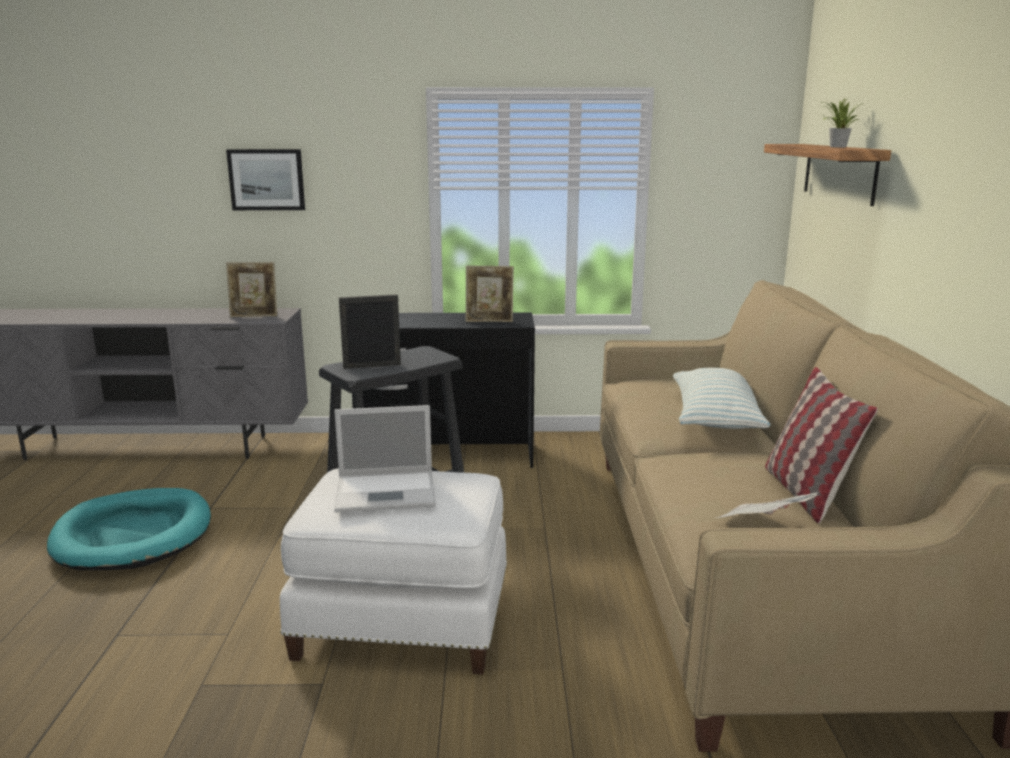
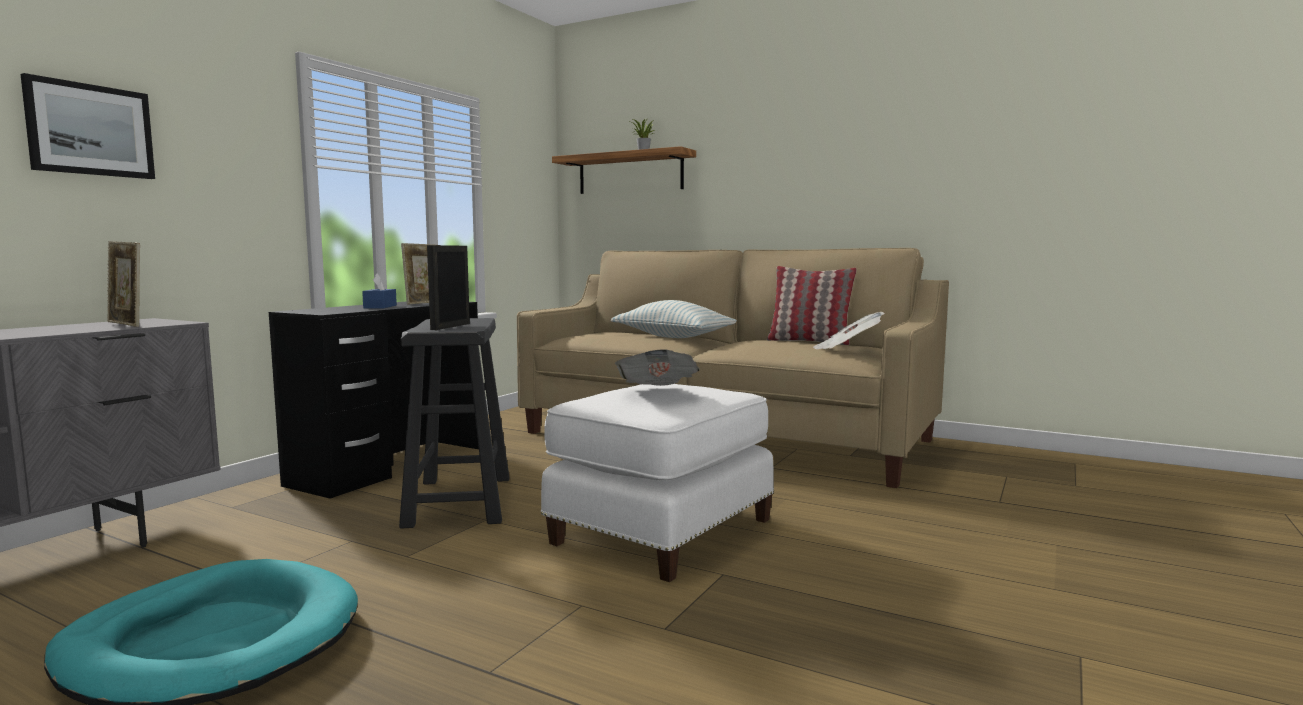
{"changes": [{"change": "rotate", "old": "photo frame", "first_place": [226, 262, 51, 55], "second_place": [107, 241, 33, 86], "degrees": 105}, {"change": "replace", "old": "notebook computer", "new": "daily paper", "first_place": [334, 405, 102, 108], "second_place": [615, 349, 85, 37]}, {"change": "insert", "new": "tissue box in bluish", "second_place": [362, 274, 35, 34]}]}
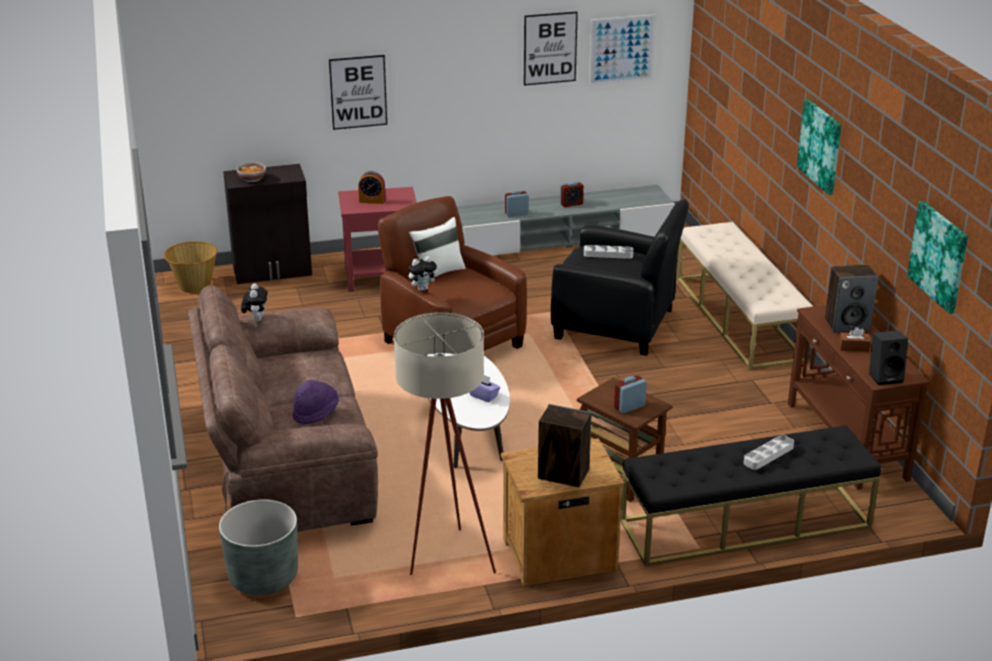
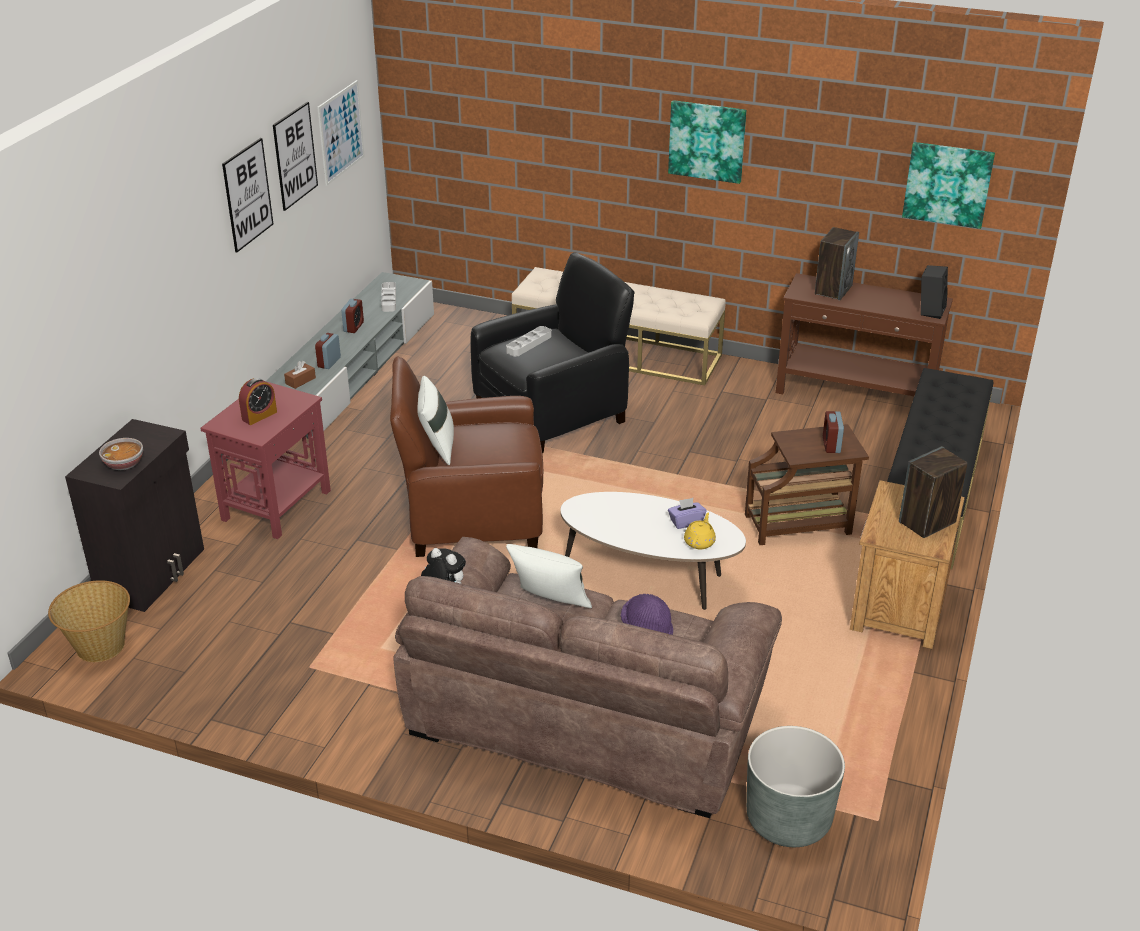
{"changes": [{"change": "move", "old": "wall art", "first_place": [329, 55, 58, 75], "second_place": [222, 138, 51, 114]}, {"change": "delete", "old": "soft toy", "first_place": [409, 256, 30, 35]}, {"change": "delete", "old": "standard lamp in beige-coloured", "first_place": [394, 312, 102, 263]}, {"change": "move", "old": "tissue box in brown-coloured", "first_place": [839, 327, 32, 25], "second_place": [284, 361, 32, 28]}, {"change": "move", "old": "carrying tray in grey", "first_place": [744, 435, 50, 35], "second_place": [381, 282, 15, 30]}, {"change": "insert", "new": "pot for tea in yellow-coloured", "second_place": [684, 512, 32, 38]}, {"change": "insert", "new": "throw pillow in white-coloured", "second_place": [506, 544, 86, 64]}]}
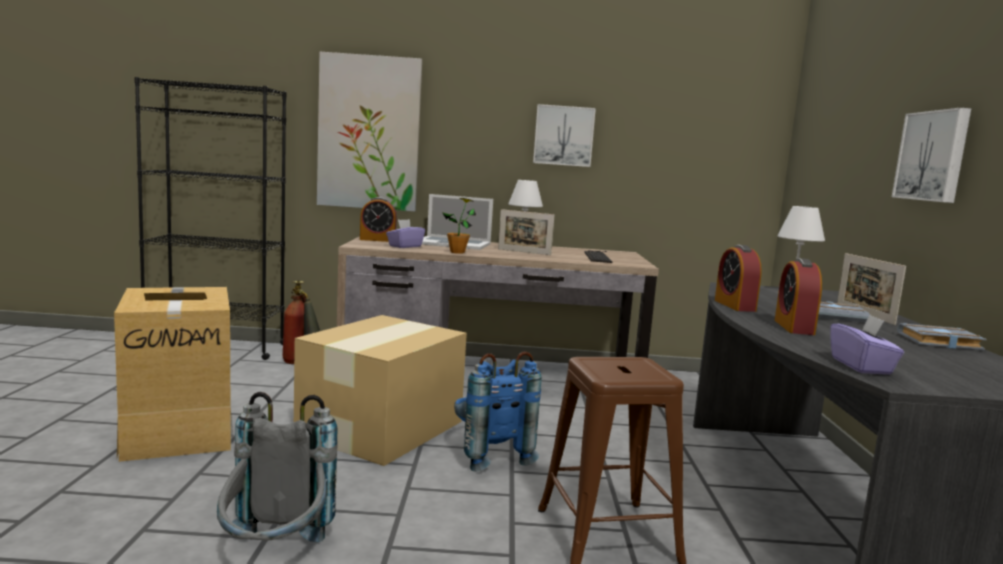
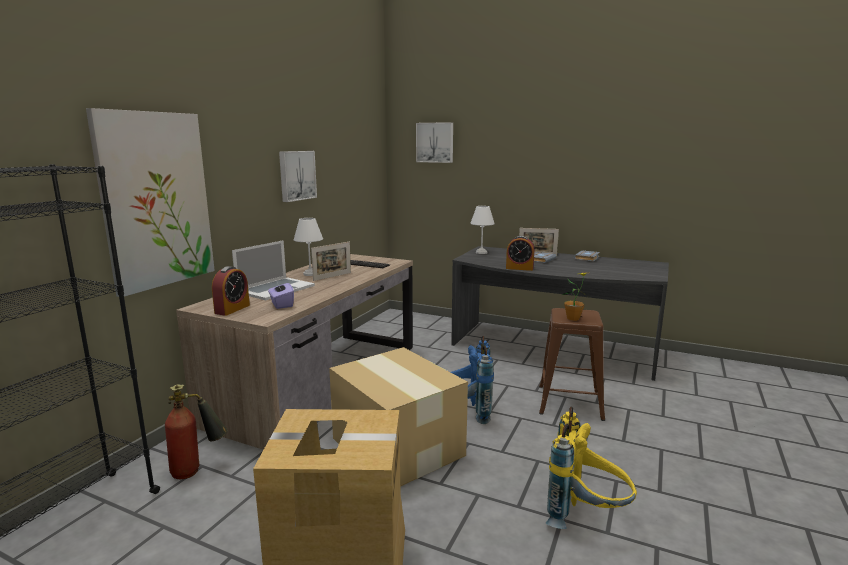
{"changes": [{"change": "move", "old": "wall art", "first_place": [892, 108, 79, 95], "second_place": [416, 122, 37, 41]}, {"change": "move", "old": "houseplant", "first_place": [442, 198, 34, 56], "second_place": [562, 272, 28, 49]}, {"change": "delete", "old": "alarm clock", "first_place": [774, 258, 48, 77]}, {"change": "delete", "old": "tissue box in purple", "first_place": [830, 315, 74, 60]}, {"change": "recolor", "old": "rucksack in grey", "new": "rucksack in yellow-coloured", "first_place": [217, 392, 121, 151], "second_place": [546, 407, 91, 122]}]}
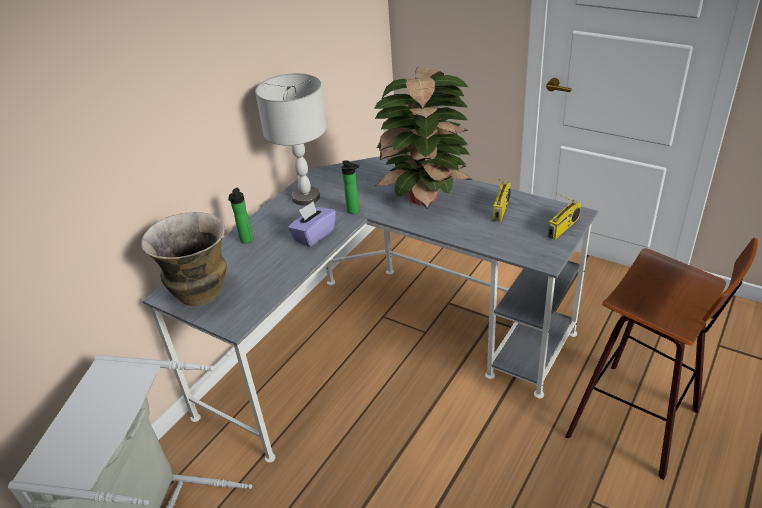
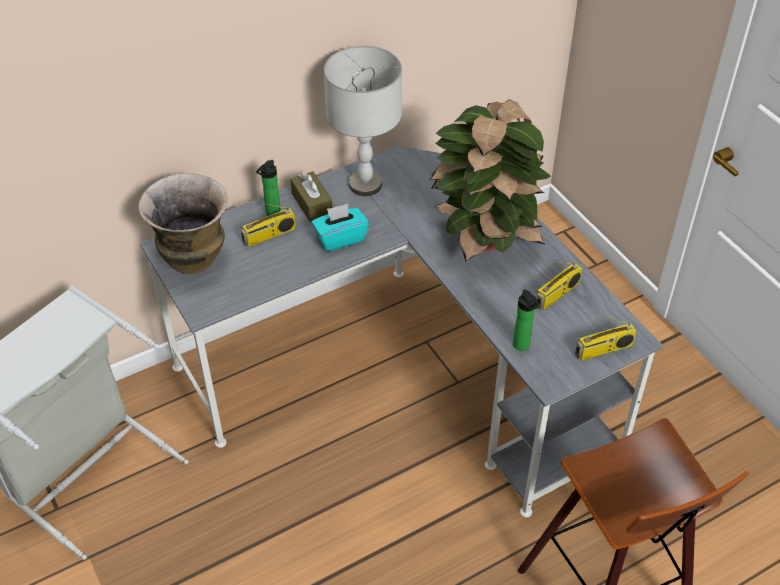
{"changes": [{"change": "move", "old": "bottle", "first_place": [342, 160, 18, 54], "second_place": [513, 290, 27, 61]}, {"change": "recolor", "old": "tissue box in purple", "new": "tissue box in blue-green", "first_place": [288, 201, 48, 46], "second_place": [311, 204, 58, 47]}, {"change": "insert", "new": "tissue box in brown-coloured", "second_place": [290, 171, 42, 51]}, {"change": "insert", "new": "radio receiver", "second_place": [241, 200, 55, 47]}]}
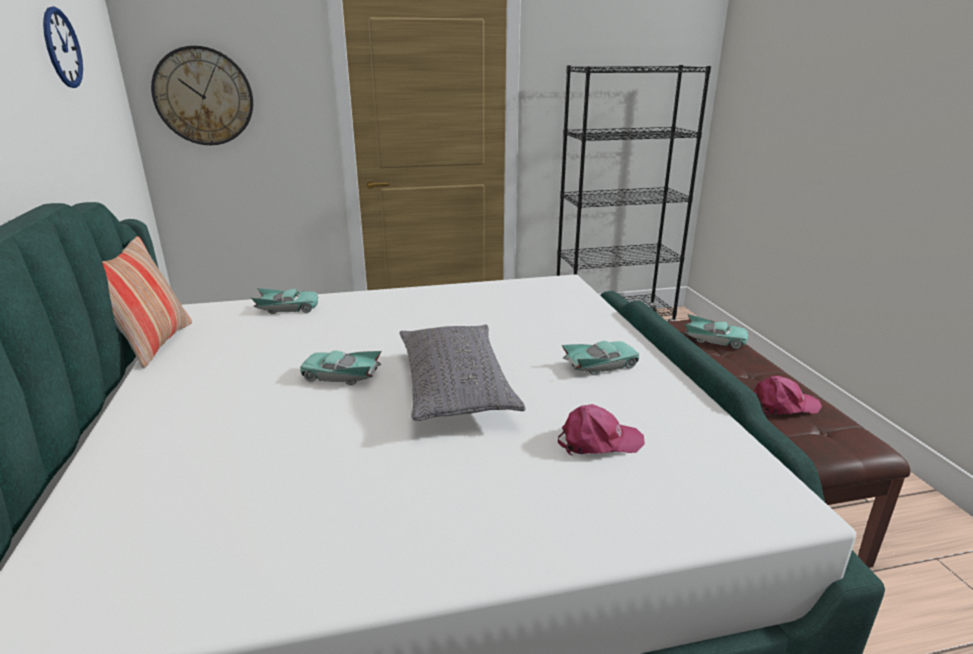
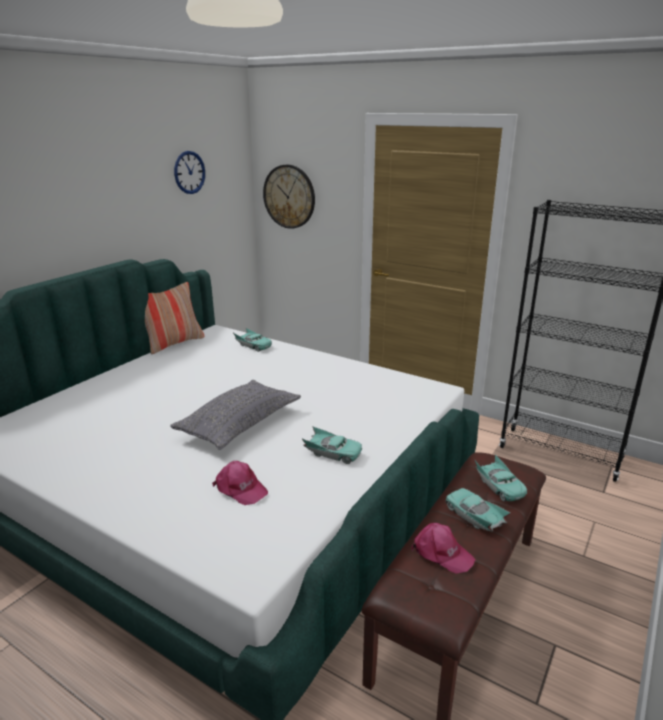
{"changes": [{"change": "move", "old": "toy car in blue-green", "first_place": [300, 351, 82, 34], "second_place": [446, 488, 64, 44]}]}
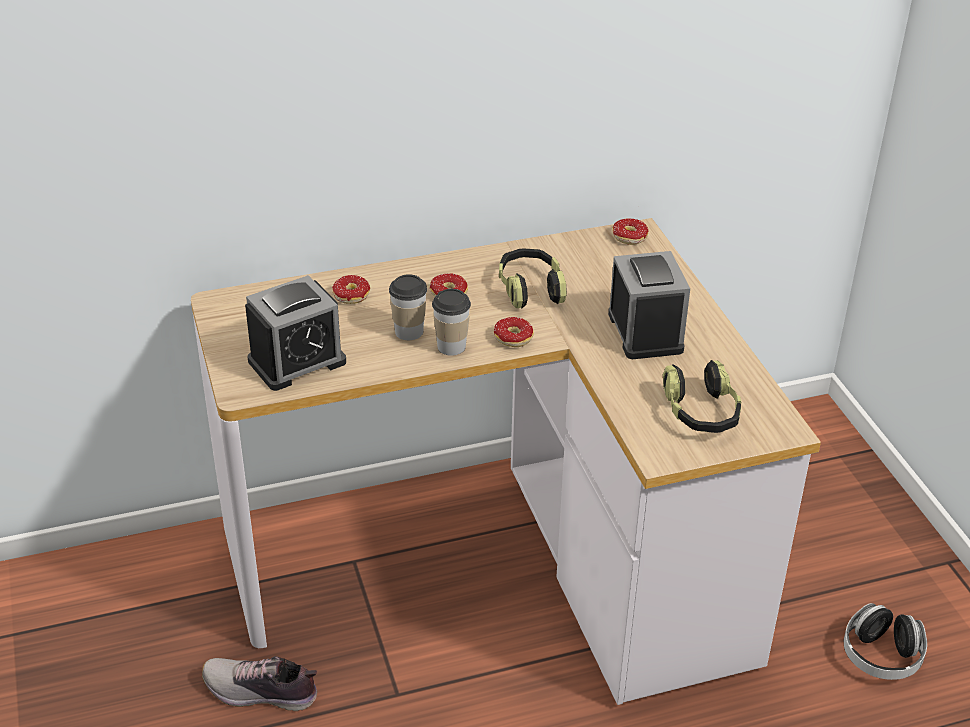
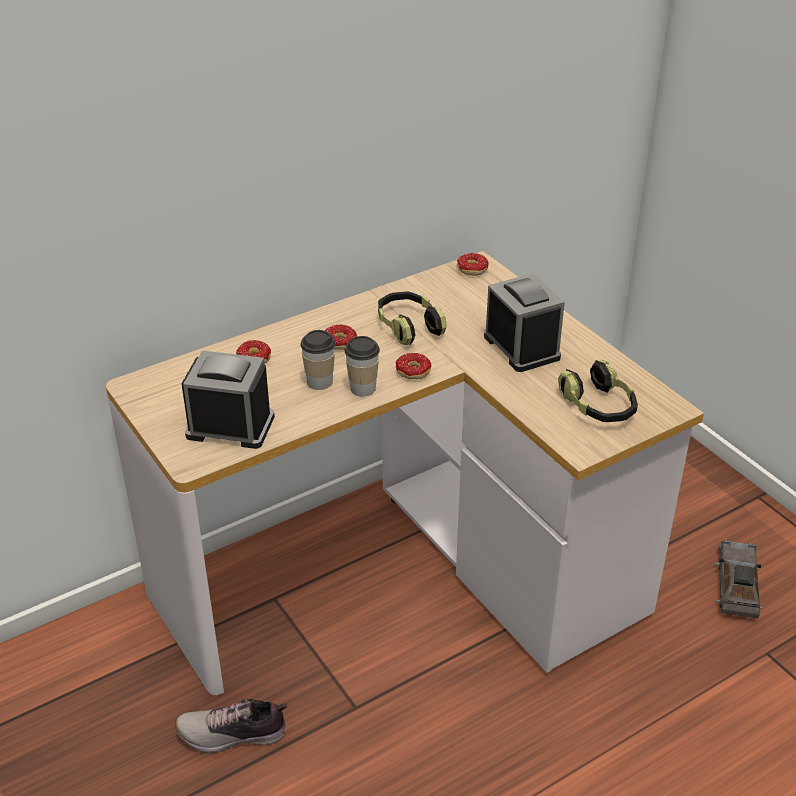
{"changes": [{"change": "rotate", "old": "alarm clock", "first_place": [245, 275, 101, 116], "second_place": [182, 350, 93, 99], "degrees": -120}, {"change": "replace", "old": "headset", "new": "toy car in grey", "first_place": [844, 603, 83, 77], "second_place": [714, 539, 48, 79]}]}
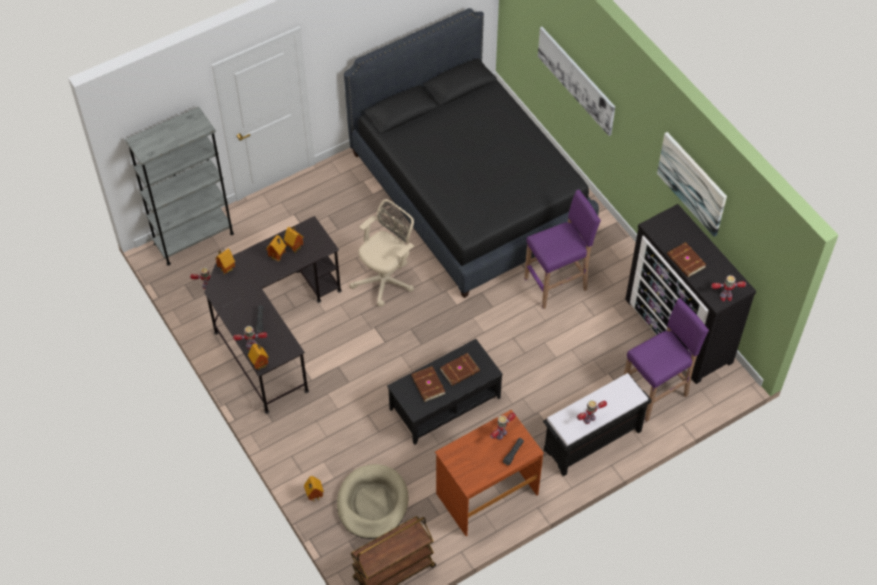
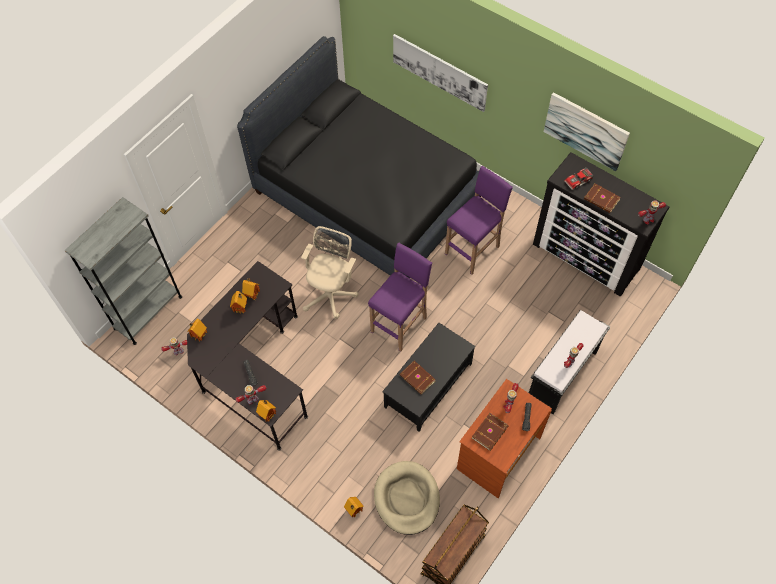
{"changes": [{"change": "move", "old": "stool in purple", "first_place": [624, 298, 85, 124], "second_place": [368, 243, 64, 109]}, {"change": "move", "old": "book in brown-coloured", "first_place": [440, 353, 40, 33], "second_place": [472, 413, 37, 38]}, {"change": "insert", "new": "toy car", "second_place": [564, 167, 30, 23]}]}
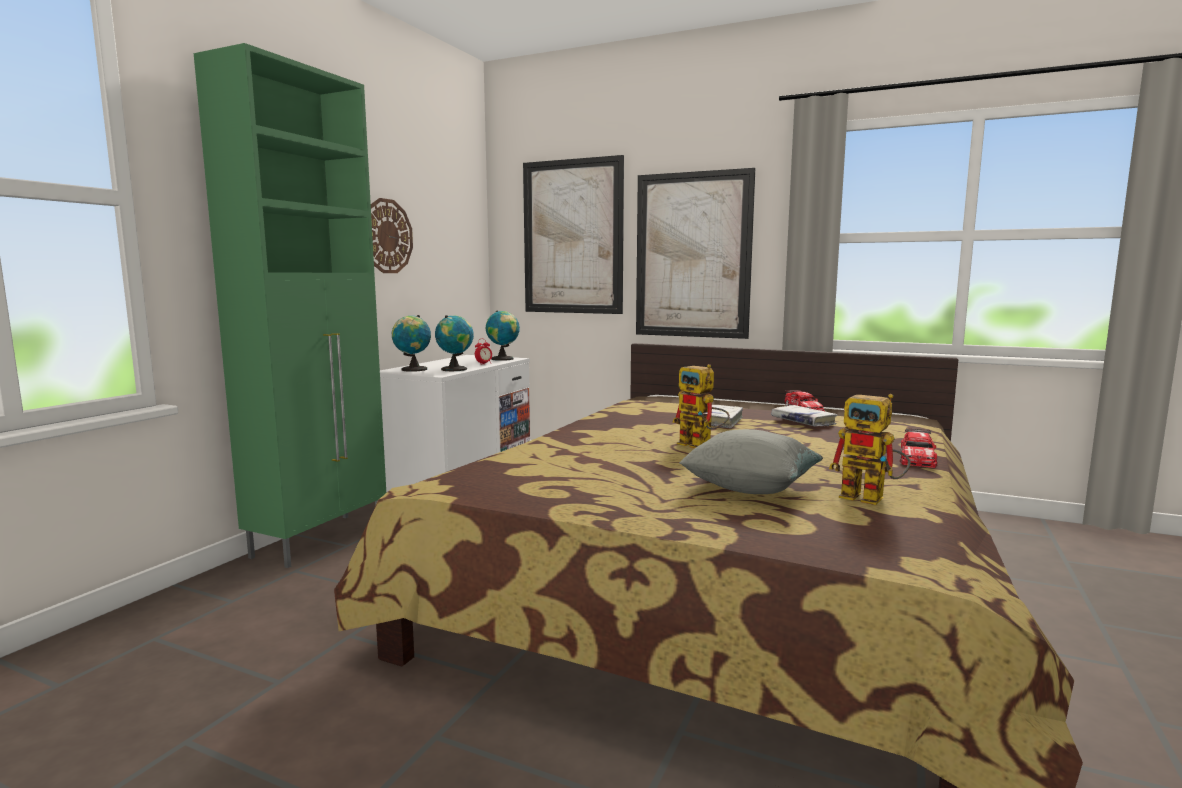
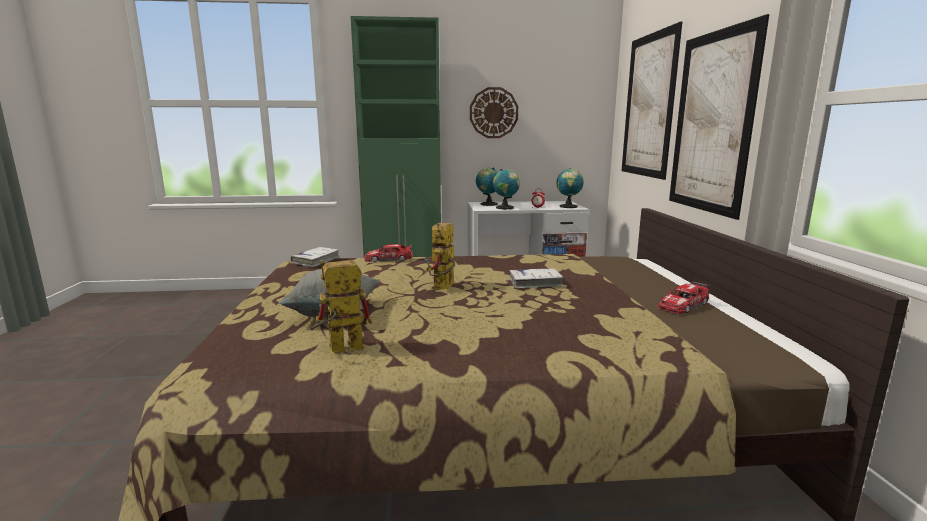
{"changes": [{"change": "rotate", "old": "robot figure", "first_place": [829, 394, 82, 111], "second_place": [311, 260, 61, 93], "degrees": 60}, {"change": "move", "old": "book in white-coloured", "first_place": [771, 405, 67, 22], "second_place": [291, 247, 48, 20]}, {"change": "move", "old": "toy car", "first_place": [900, 428, 38, 40], "second_place": [364, 244, 49, 18]}]}
